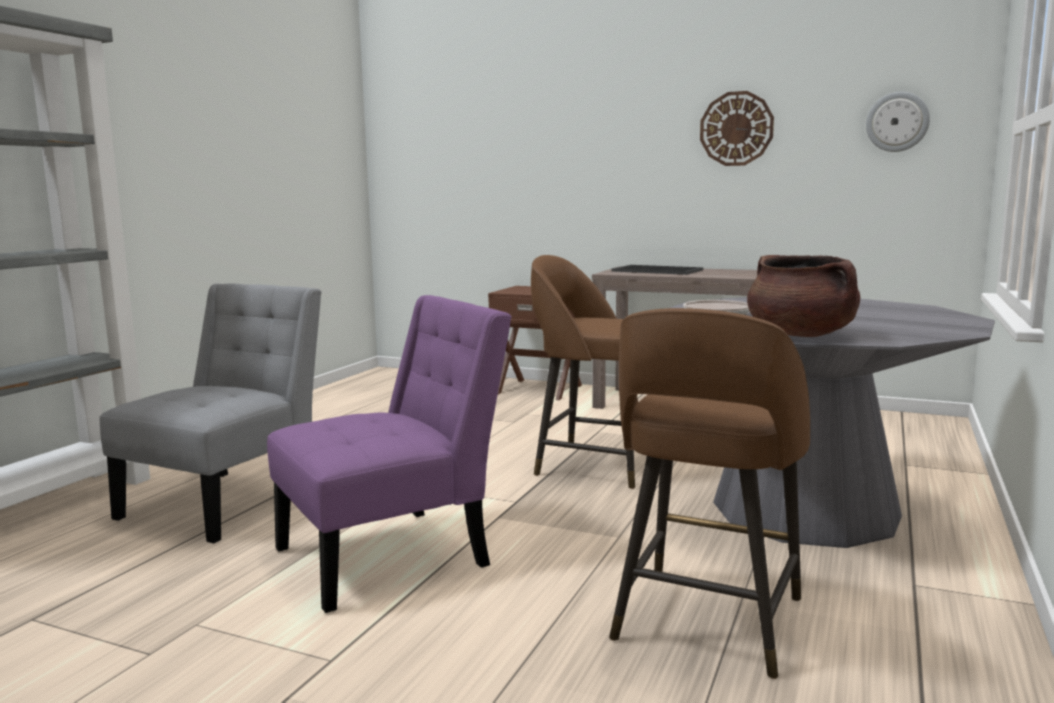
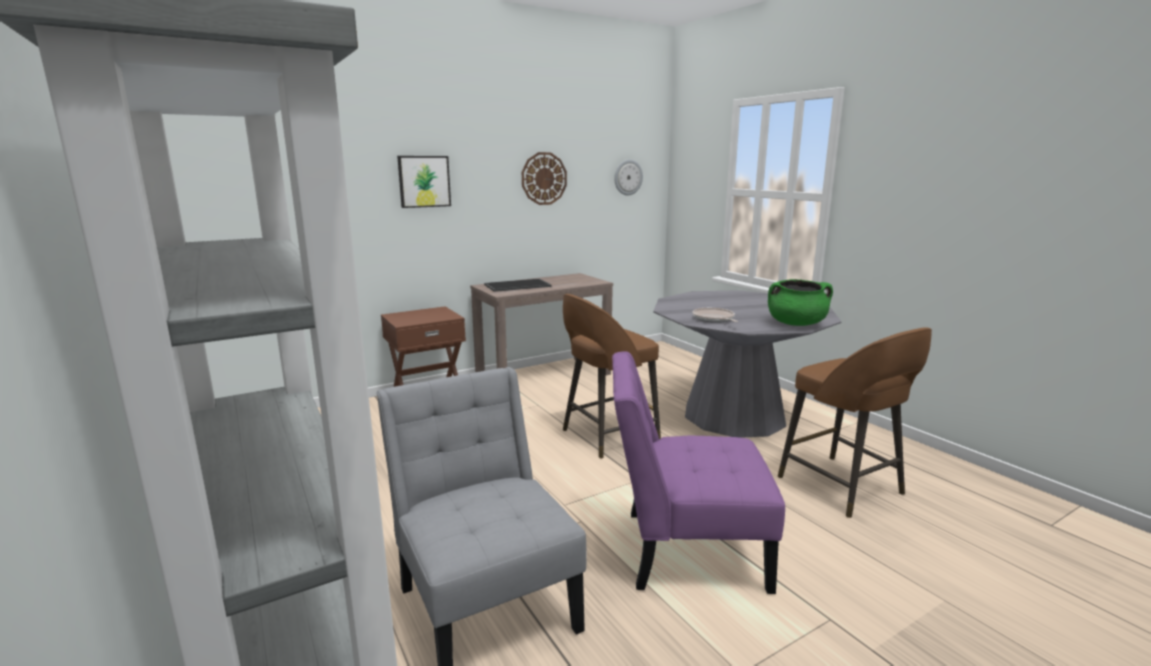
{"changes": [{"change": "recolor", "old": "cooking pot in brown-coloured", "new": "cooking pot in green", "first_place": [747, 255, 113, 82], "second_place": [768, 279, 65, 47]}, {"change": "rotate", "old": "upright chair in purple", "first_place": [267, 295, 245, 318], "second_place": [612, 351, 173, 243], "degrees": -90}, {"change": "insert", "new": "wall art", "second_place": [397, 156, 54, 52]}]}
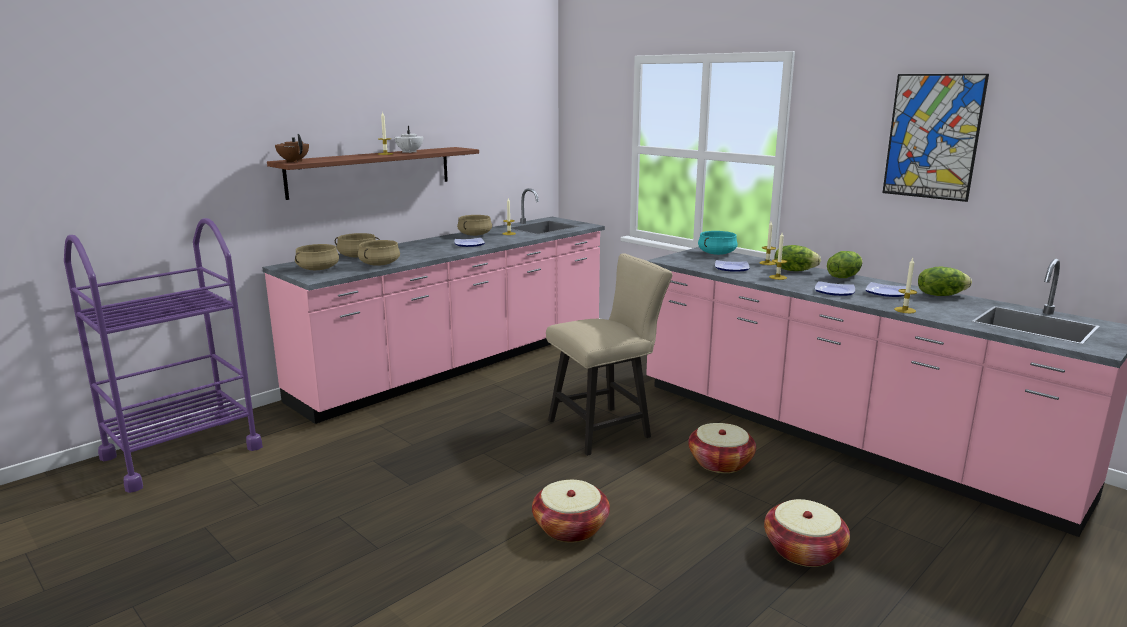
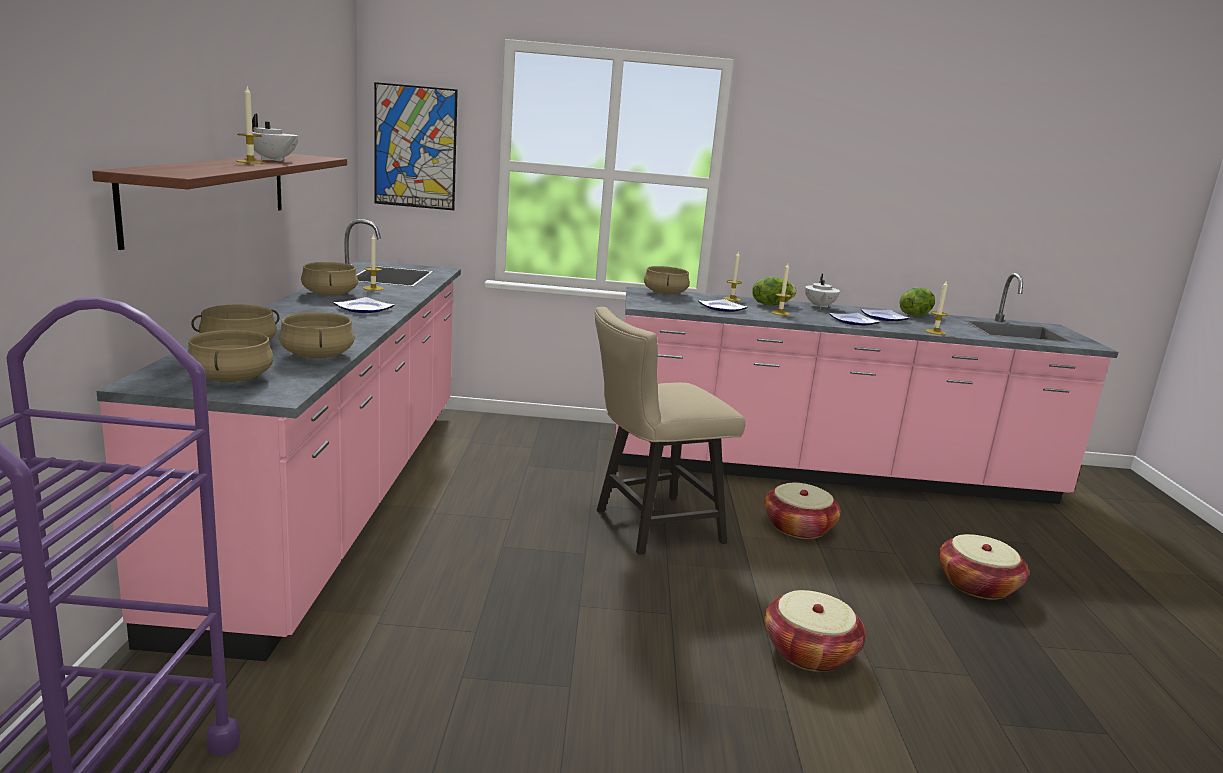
{"changes": [{"change": "move", "old": "wall art", "first_place": [882, 74, 107, 128], "second_place": [374, 82, 84, 128]}, {"change": "delete", "old": "pot for tea in brown-coloured", "first_place": [275, 134, 34, 28]}, {"change": "recolor", "old": "cooking pot in blue-green", "new": "cooking pot in beige-coloured", "first_place": [698, 231, 40, 24], "second_place": [644, 266, 46, 28]}, {"change": "replace", "old": "head of lettuce", "new": "pot for tea in white-coloured", "first_place": [827, 251, 36, 27], "second_place": [805, 274, 35, 34]}, {"change": "rotate", "old": "upright chair in beige-coloured", "first_place": [546, 253, 127, 203], "second_place": [595, 307, 151, 248], "degrees": -135}]}
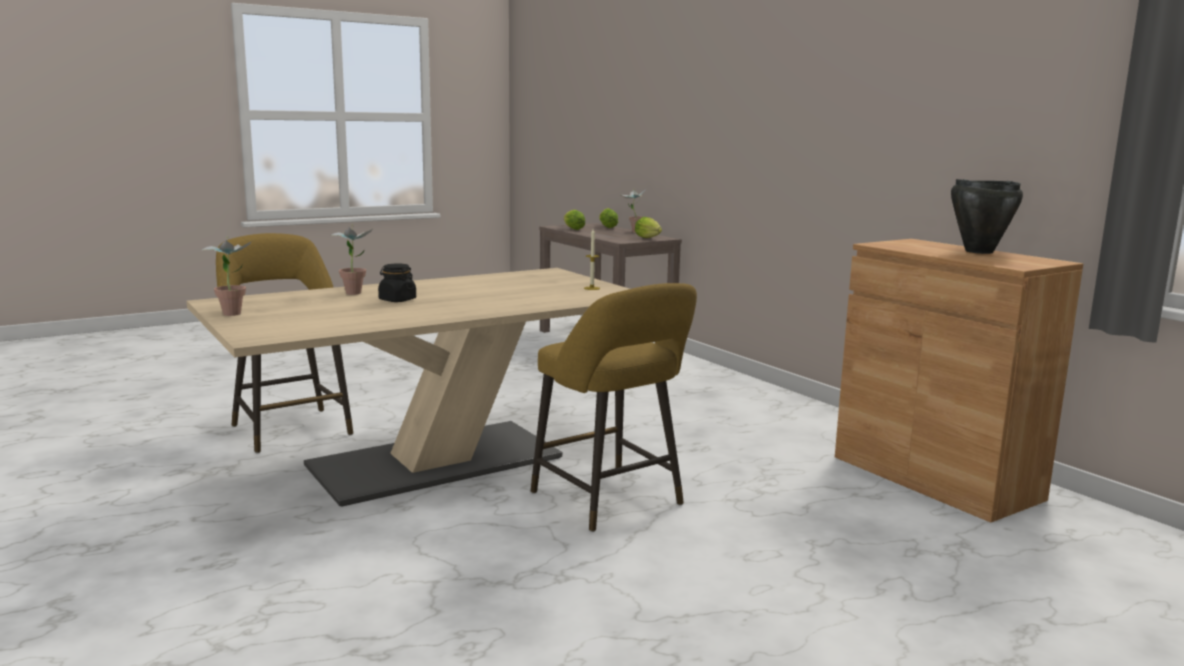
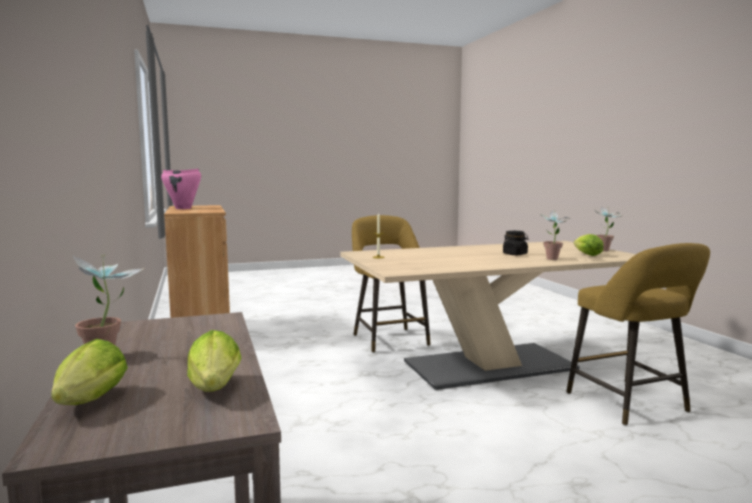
{"changes": [{"change": "recolor", "old": "cooking pot in blackish", "new": "cooking pot in pink", "first_place": [951, 179, 72, 75], "second_place": [161, 169, 40, 40]}, {"change": "move", "old": "head of lettuce", "first_place": [635, 217, 27, 21], "second_place": [574, 234, 30, 22]}]}
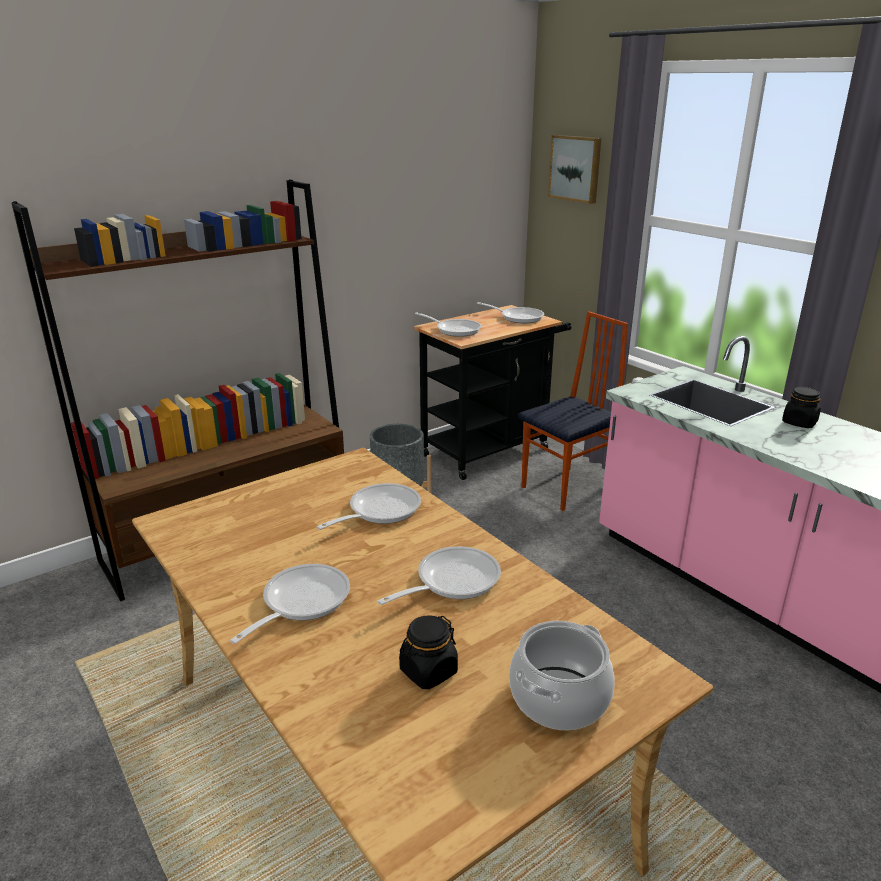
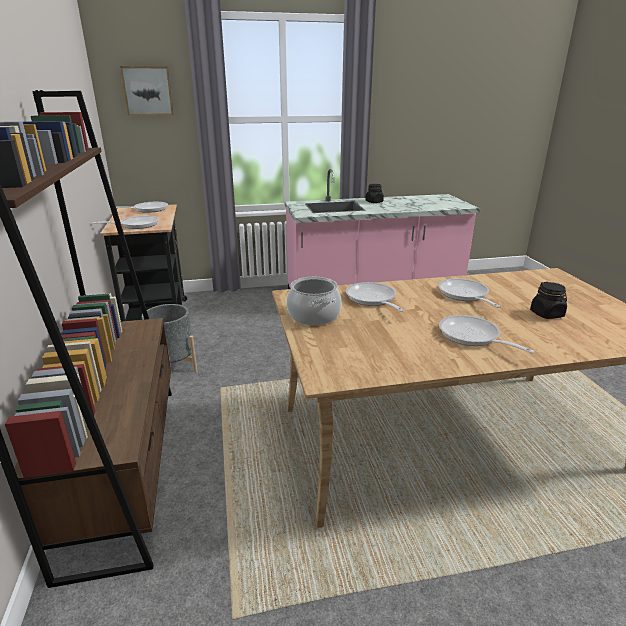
{"changes": [{"change": "delete", "old": "upright chair", "first_place": [518, 311, 110, 200]}, {"change": "move", "old": "cooking pot", "first_place": [509, 621, 106, 109], "second_place": [287, 277, 55, 48]}]}
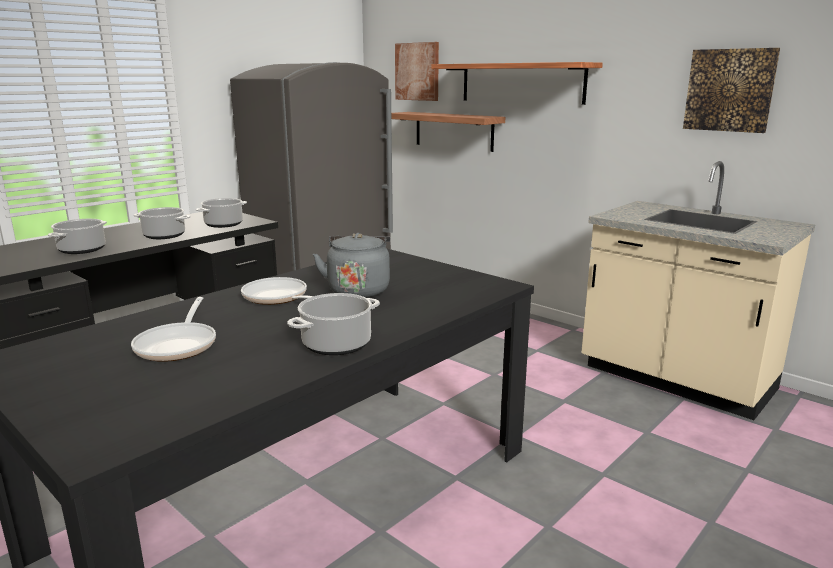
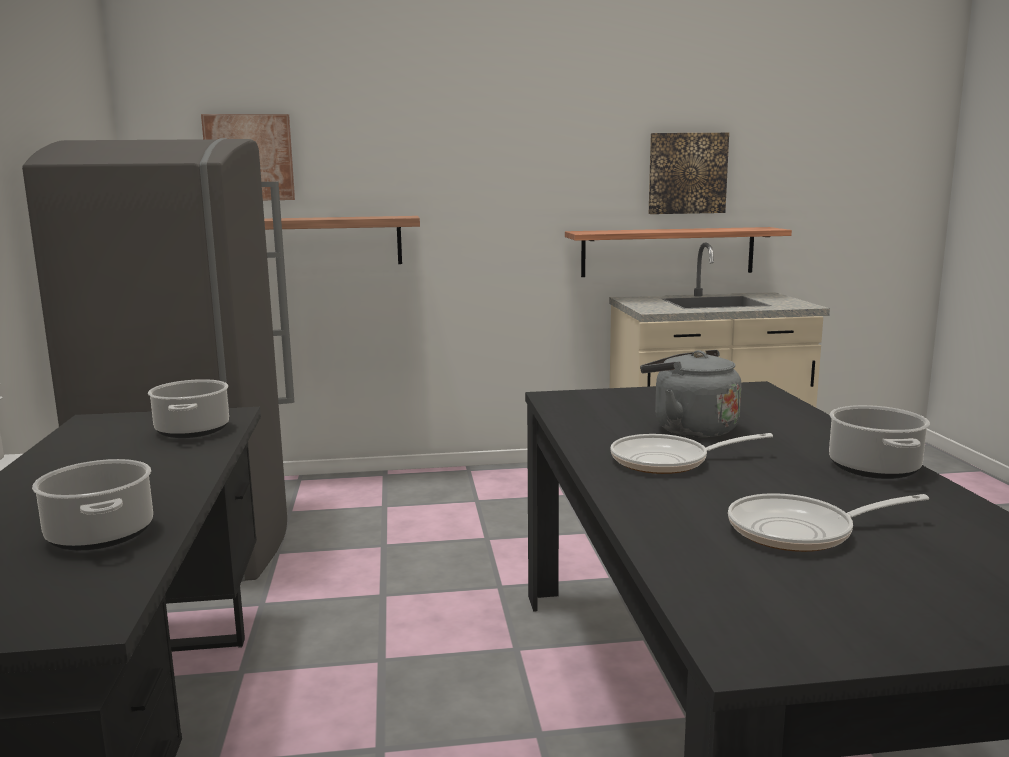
{"changes": [{"change": "move", "old": "shelf", "first_place": [431, 62, 172, 43], "second_place": [565, 227, 227, 50]}, {"change": "delete", "old": "cooking pot", "first_place": [134, 207, 56, 32]}, {"change": "rotate", "old": "frying pan", "first_place": [131, 297, 85, 65], "second_place": [728, 493, 201, 59], "degrees": 135}]}
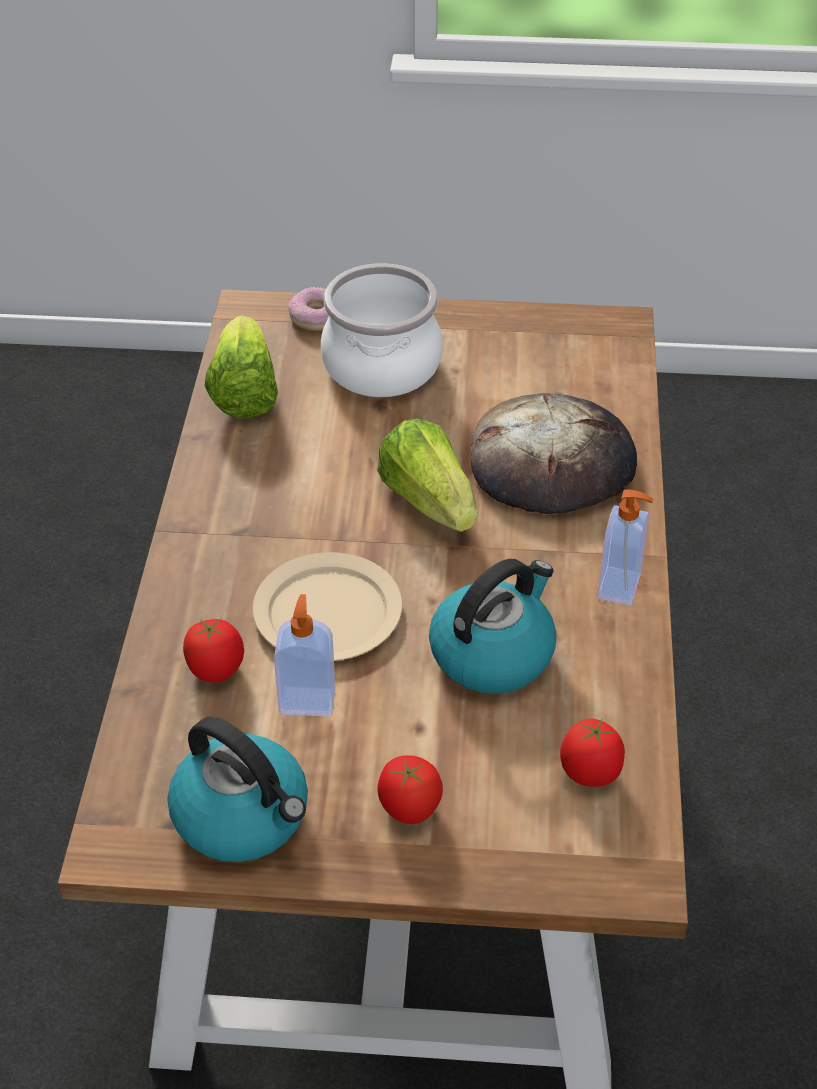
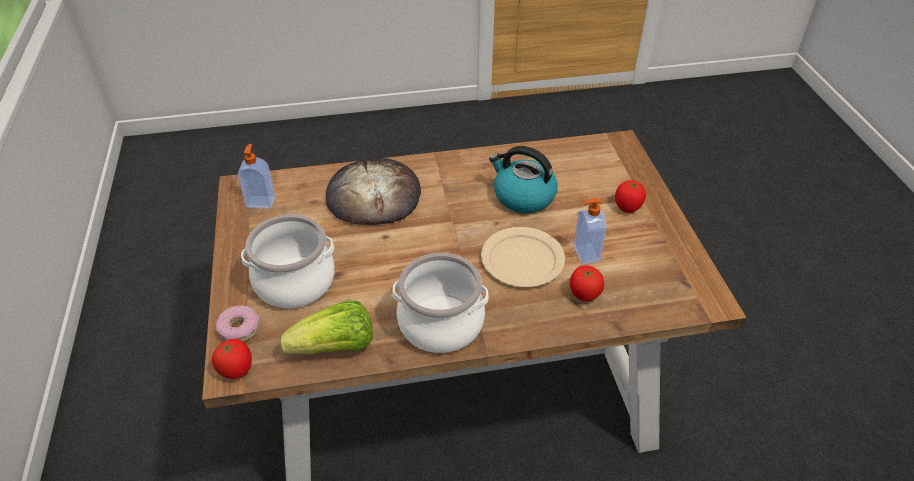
{"changes": [{"change": "delete", "old": "head of lettuce", "first_place": [377, 419, 100, 113]}, {"change": "move", "old": "soap dispenser", "first_place": [598, 489, 55, 117], "second_place": [238, 144, 38, 64]}, {"change": "delete", "old": "water kettle", "first_place": [167, 717, 141, 145]}, {"change": "move", "old": "whole tomato", "first_place": [560, 718, 65, 69], "second_place": [212, 339, 40, 40]}, {"change": "insert", "new": "cooking pot", "second_place": [392, 253, 97, 100]}]}
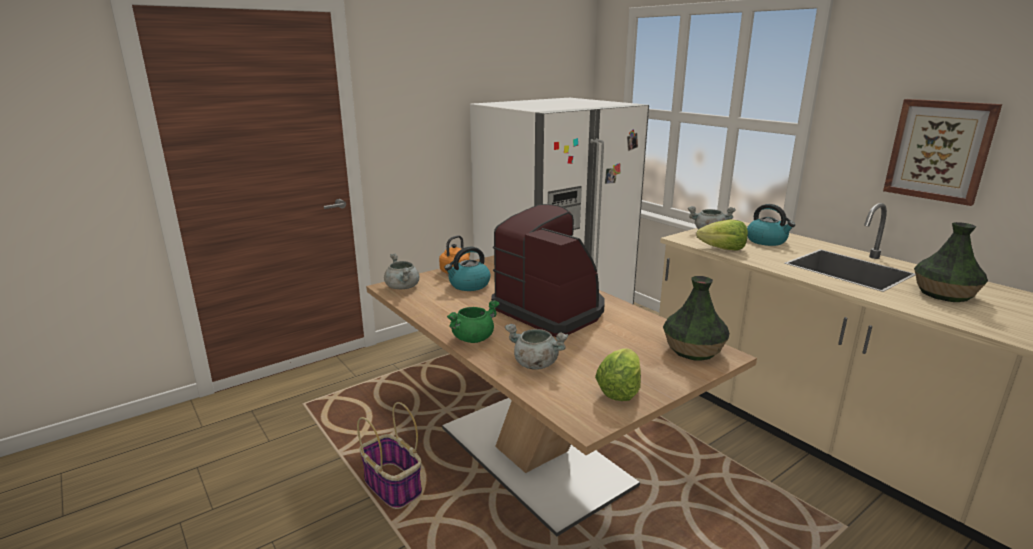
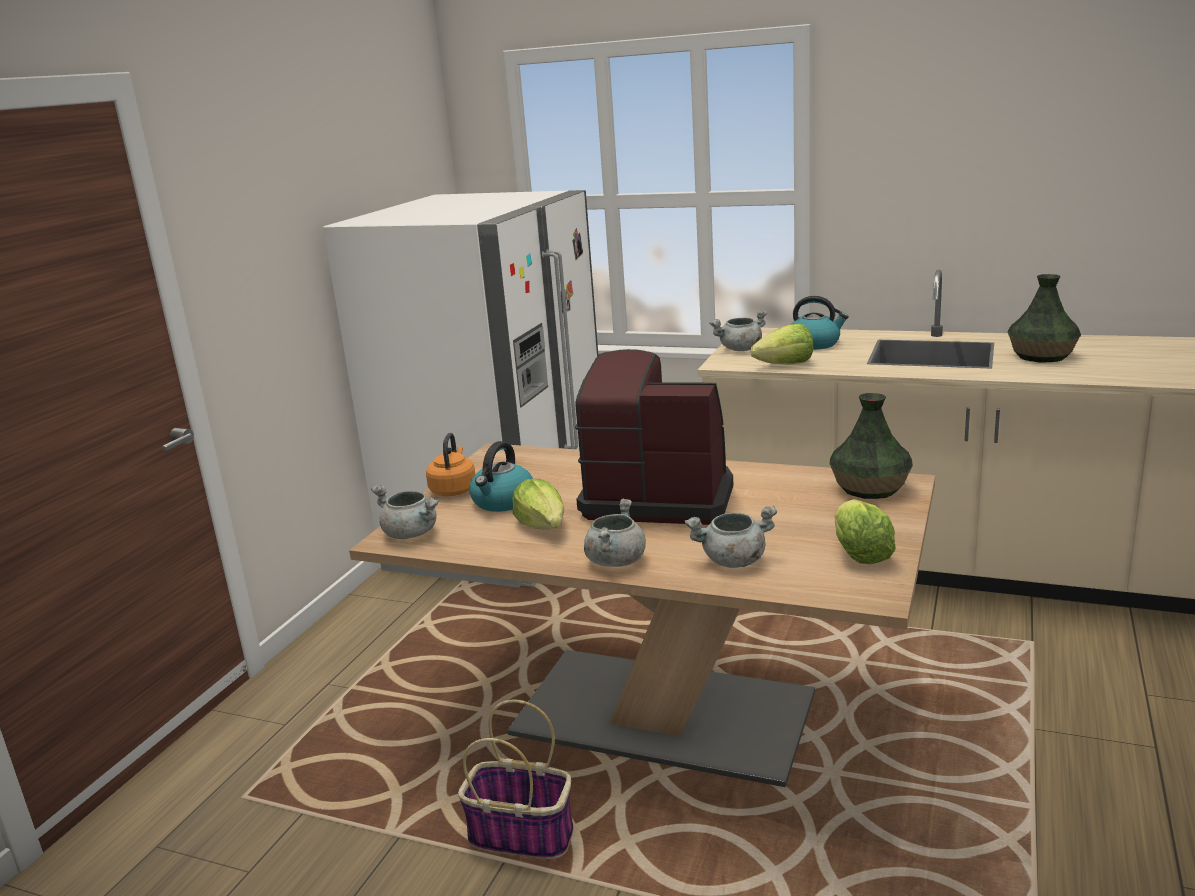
{"changes": [{"change": "delete", "old": "wall art", "first_place": [883, 99, 119, 107]}, {"change": "recolor", "old": "cooking pot in green", "new": "cooking pot in grey", "first_place": [447, 300, 53, 43], "second_place": [584, 499, 62, 68]}, {"change": "insert", "new": "head of lettuce", "second_place": [512, 479, 52, 50]}]}
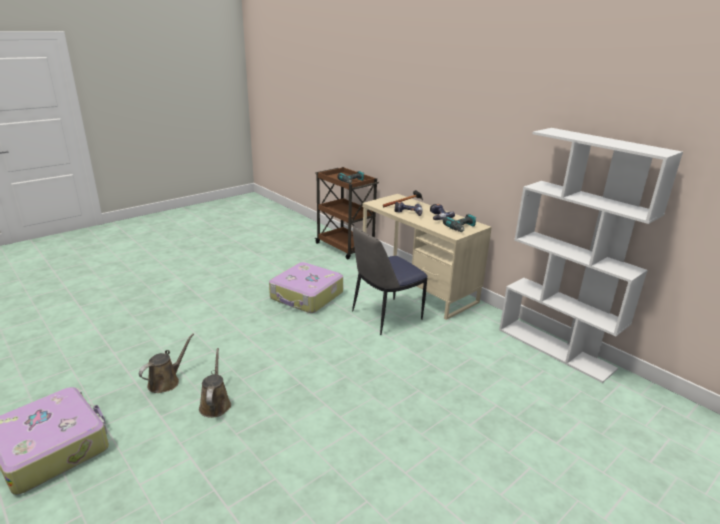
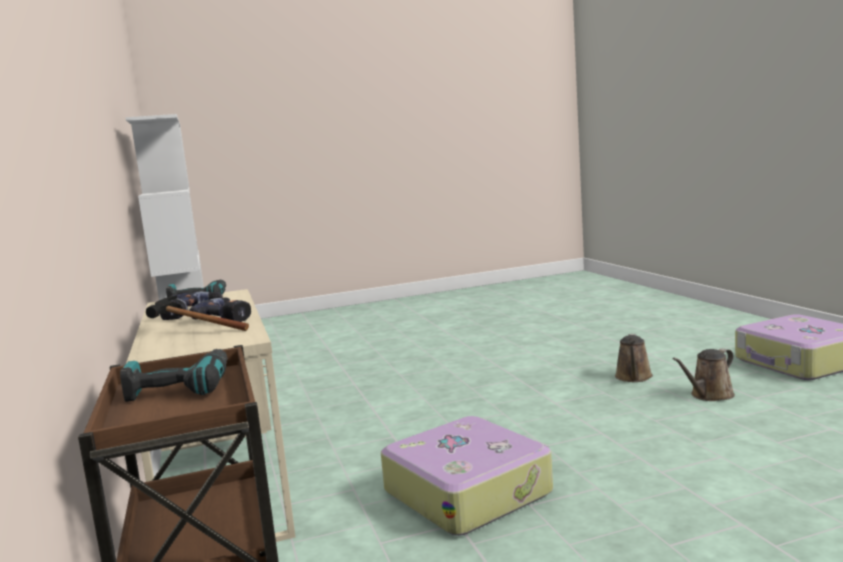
{"changes": [{"change": "delete", "old": "upright chair", "first_place": [352, 225, 75, 110]}]}
